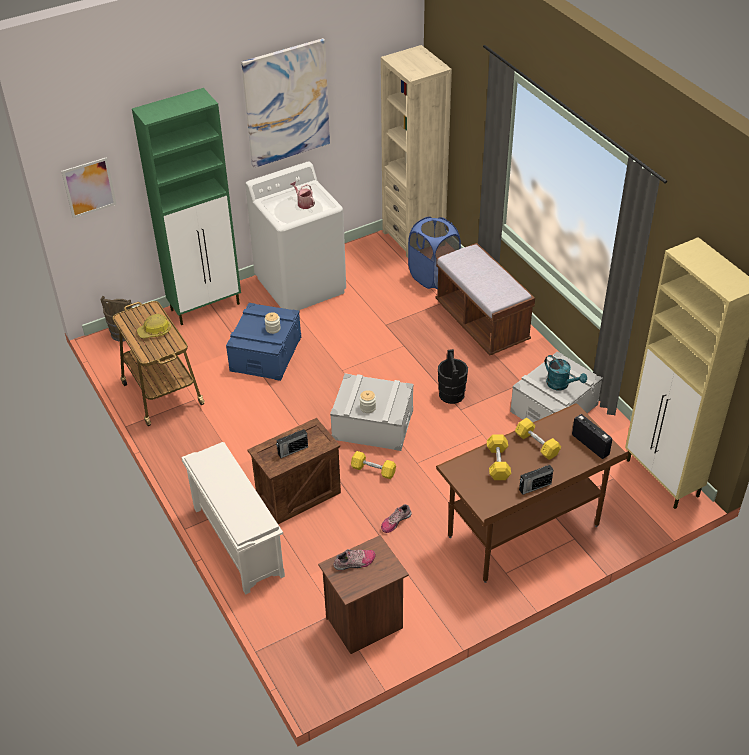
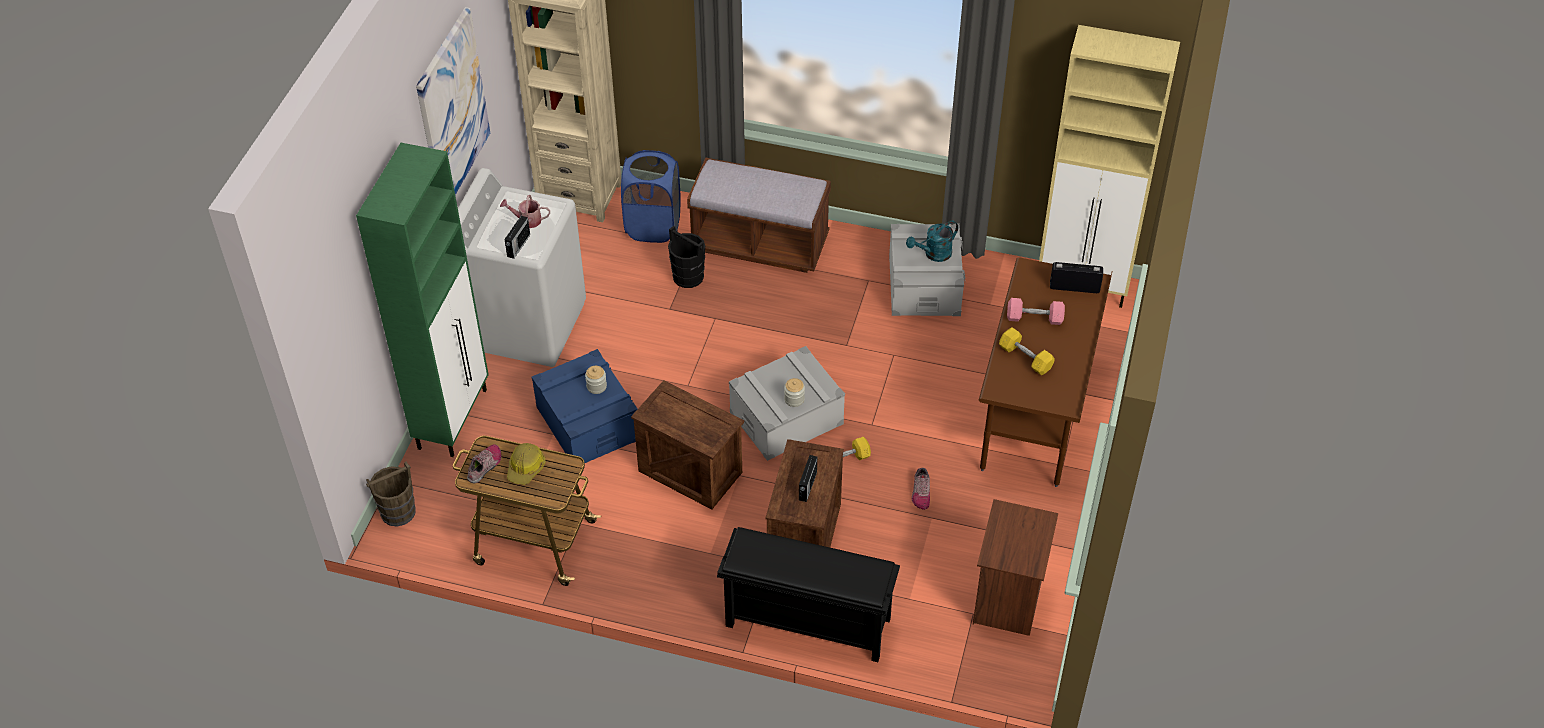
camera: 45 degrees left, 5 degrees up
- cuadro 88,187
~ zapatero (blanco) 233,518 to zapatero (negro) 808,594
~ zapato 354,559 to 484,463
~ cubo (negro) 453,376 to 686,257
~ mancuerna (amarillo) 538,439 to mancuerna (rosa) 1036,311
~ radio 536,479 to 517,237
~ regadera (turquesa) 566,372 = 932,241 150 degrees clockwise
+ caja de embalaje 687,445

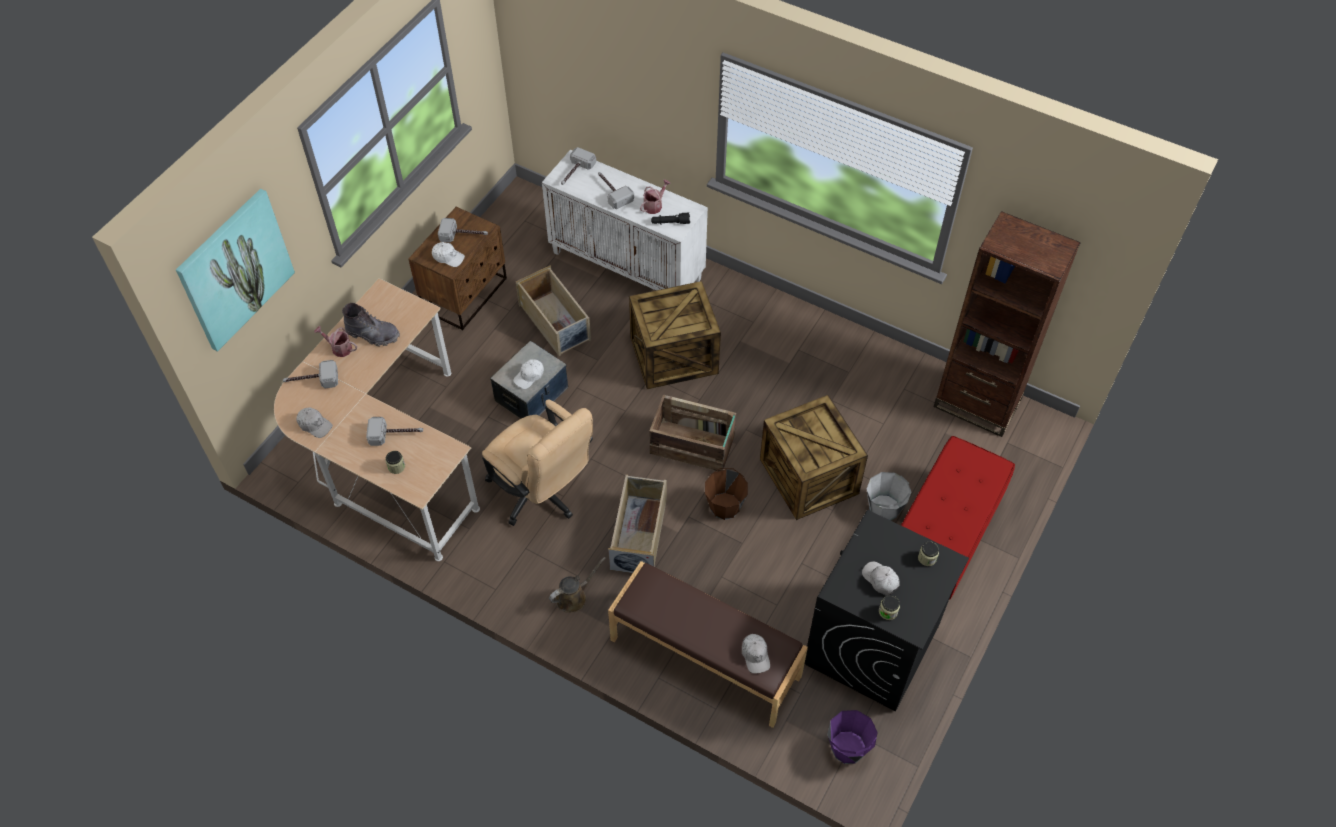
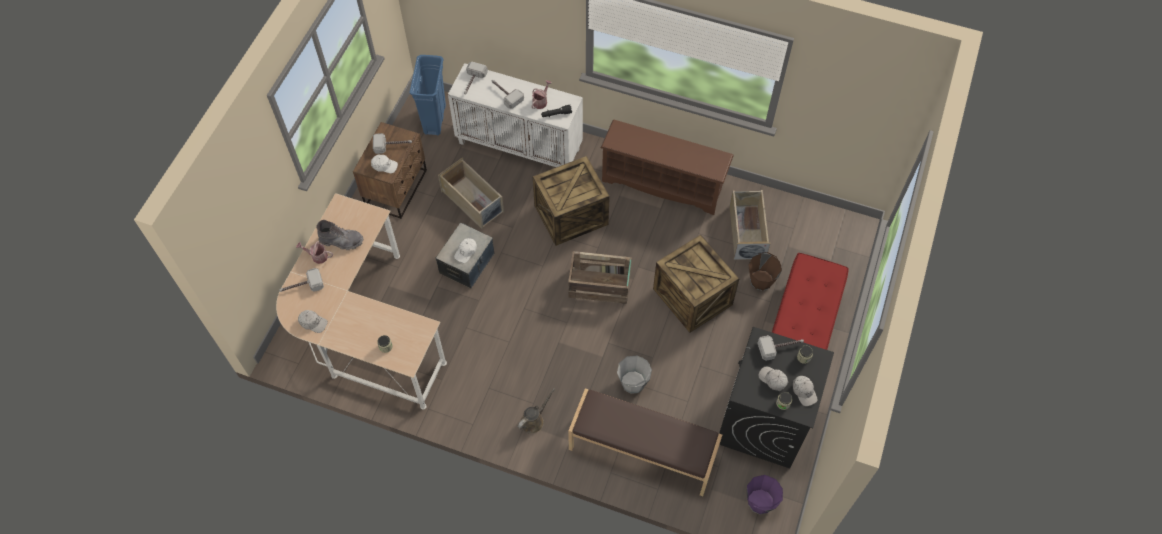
camera: 10 degrees left, 5 degrees up
- cuadro 235,270
~ martillo 394,431 to 780,348
- silla de oficina (beis) 537,462
~ caja de almacenaje (beis) 637,523 to 750,225
~ cubo (marrón) 726,494 to 765,271
~ gorra (blanco) 756,654 to 805,391
~ cubo (gris) 888,496 to 634,374
- estantería (marrón) 1007,324
+ papelera (azul) 428,95
+ zapatero (marrón) 667,167

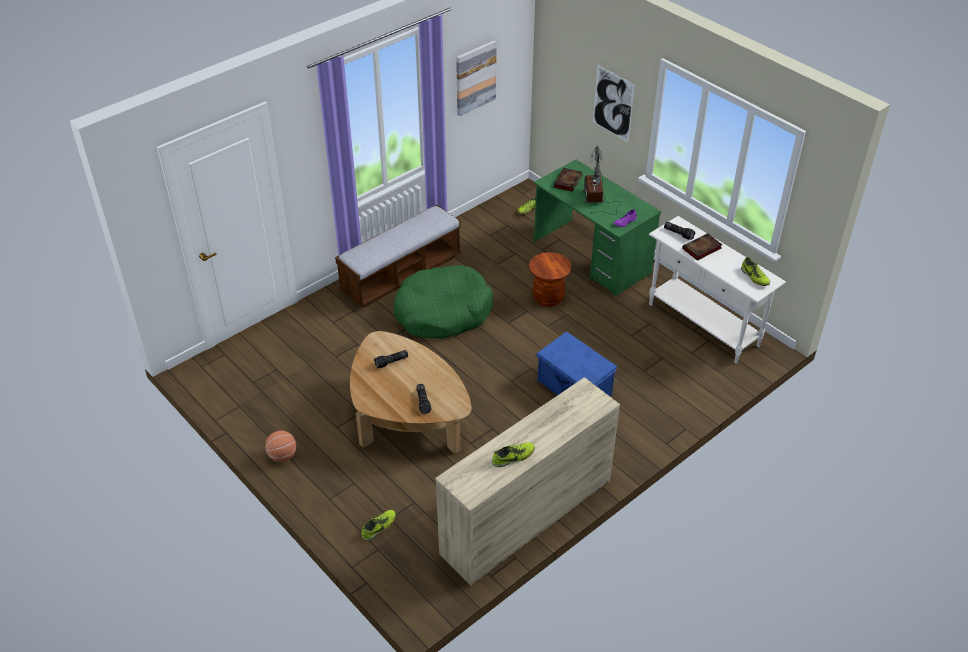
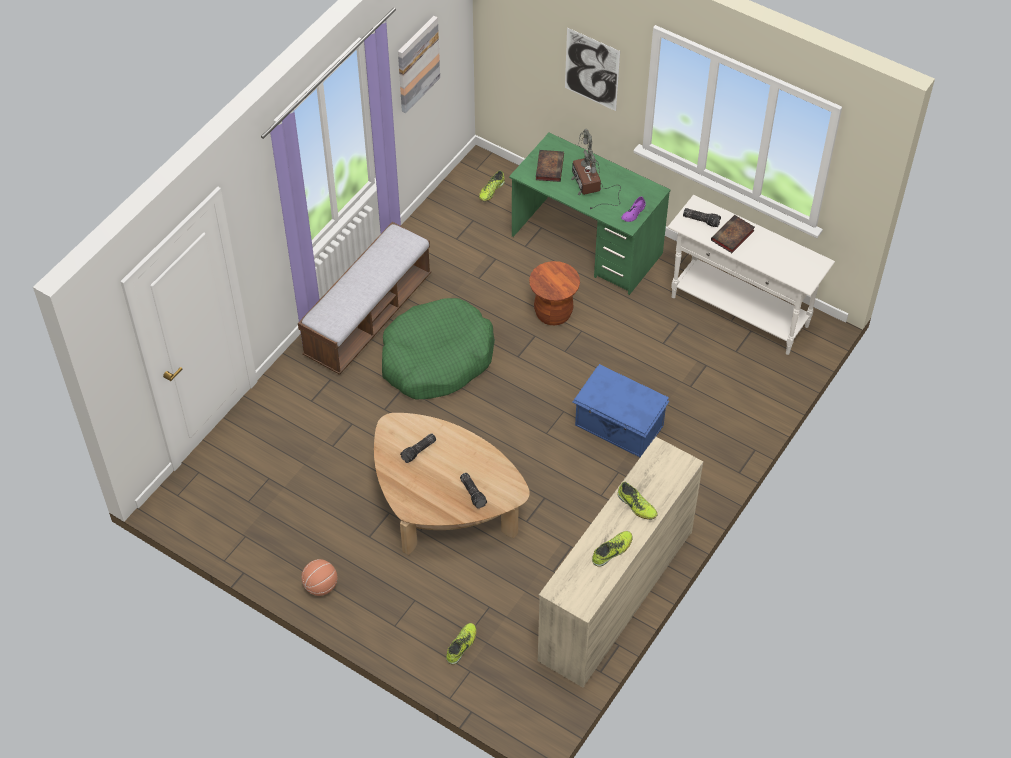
camera: 15 degrees left, 10 degrees up
~ zapato 755,271 to 637,501

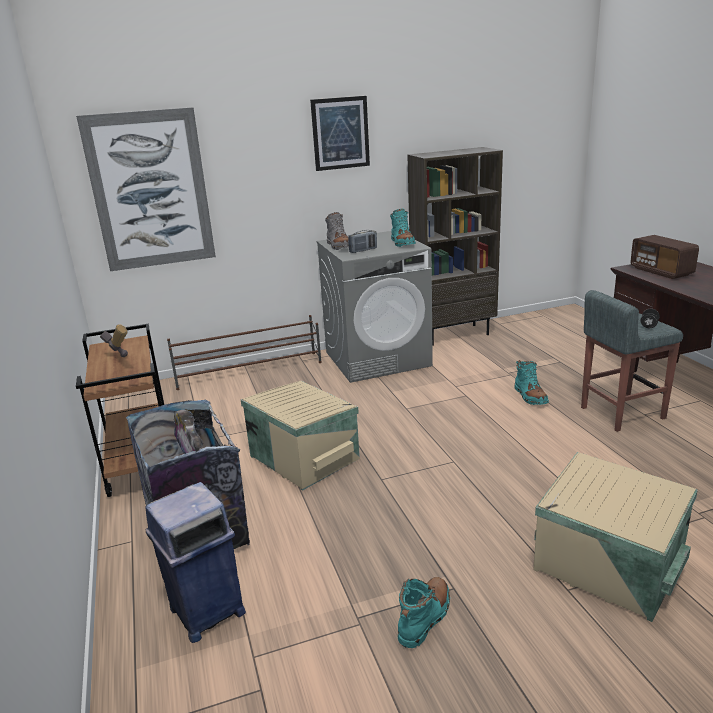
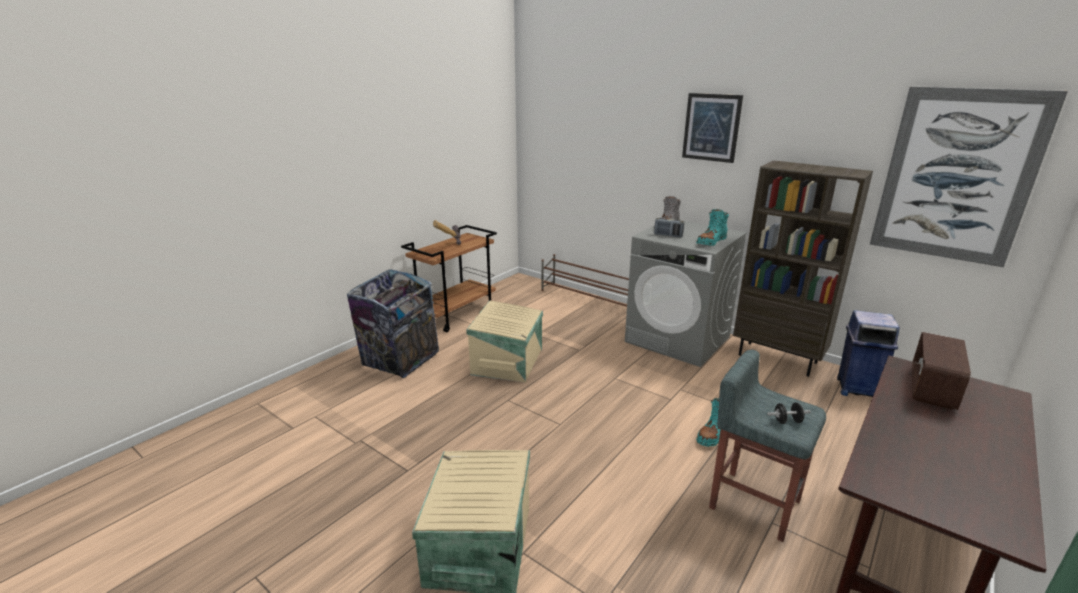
camera: 55 degrees right, 0 degrees up
~ cuadro 146,189 to 969,177
~ papelera (azul) 195,562 to 868,353
- bota (turquesa) 424,612

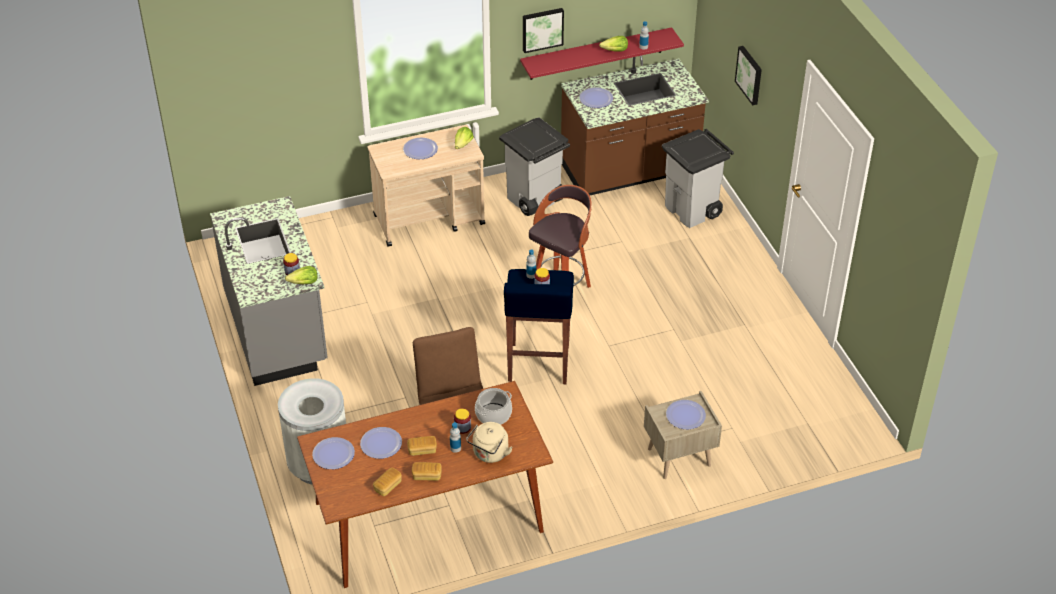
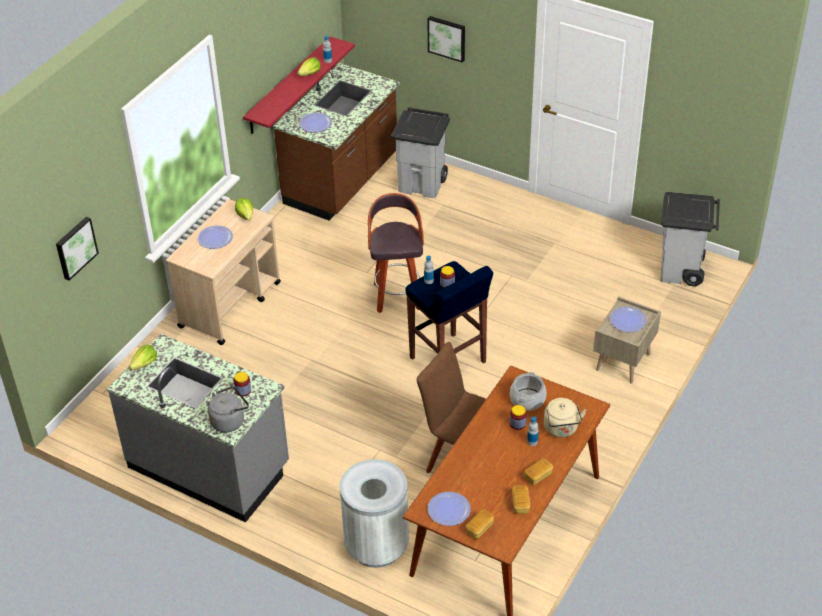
camera: 40 degrees left, 0 degrees up
~ lechuga 301,275 to 143,357
- plato 381,443
~ pan 422,446 to 479,524
~ papelera (gris) 534,166 to 690,239
~ cuadro 543,30 to 77,249
+ hervidor (gris) 228,409

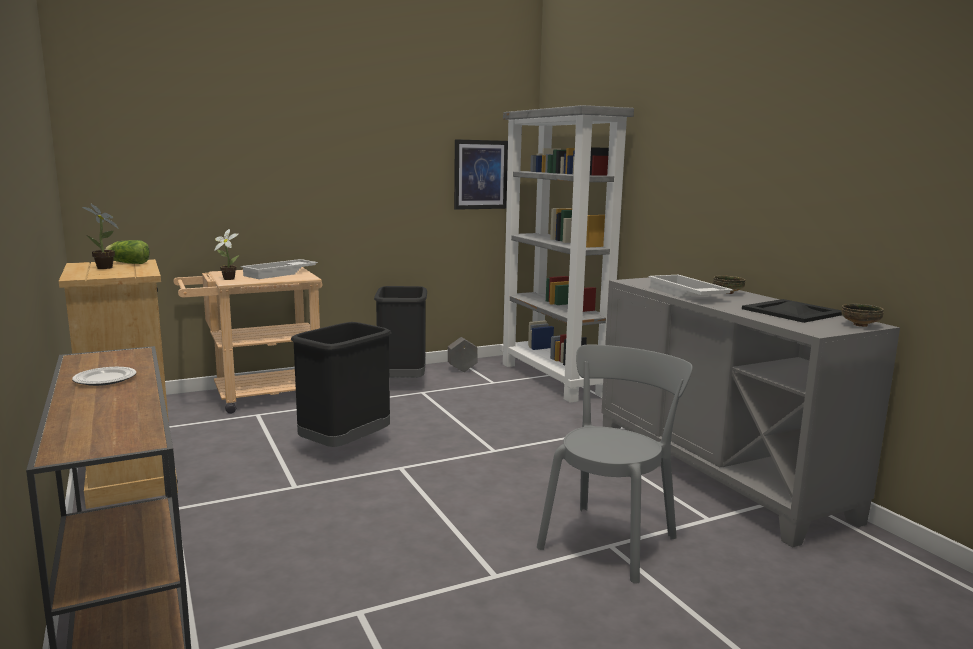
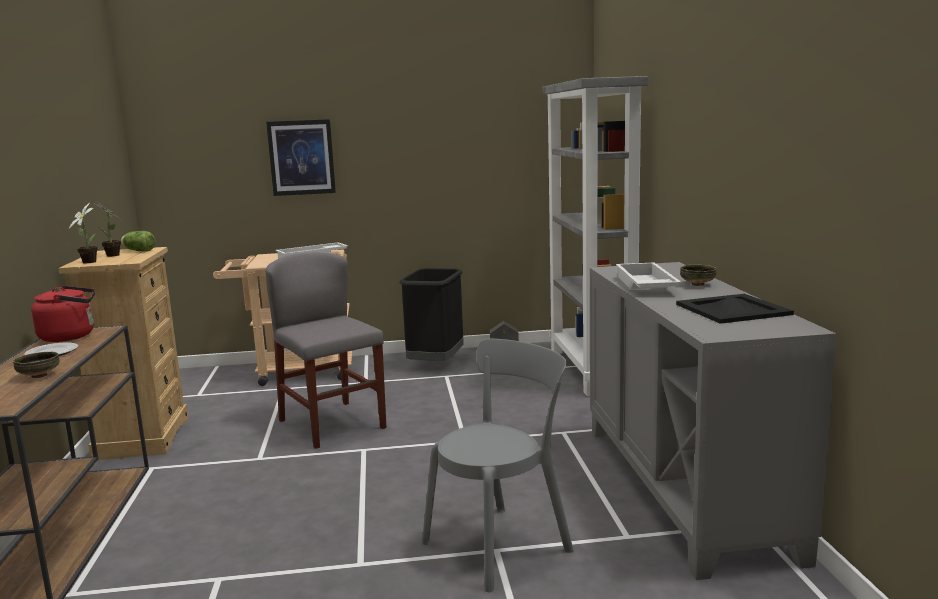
camera: 20 degrees right, 0 degrees up
~ planta en maceta 226,254 to 83,233
~ papelera (negro) 341,384 to silla (gris) 326,350
~ cuadro 481,174 to 301,157
~ cuenco 862,315 to 36,365
+ hervidor (rojo) 63,314

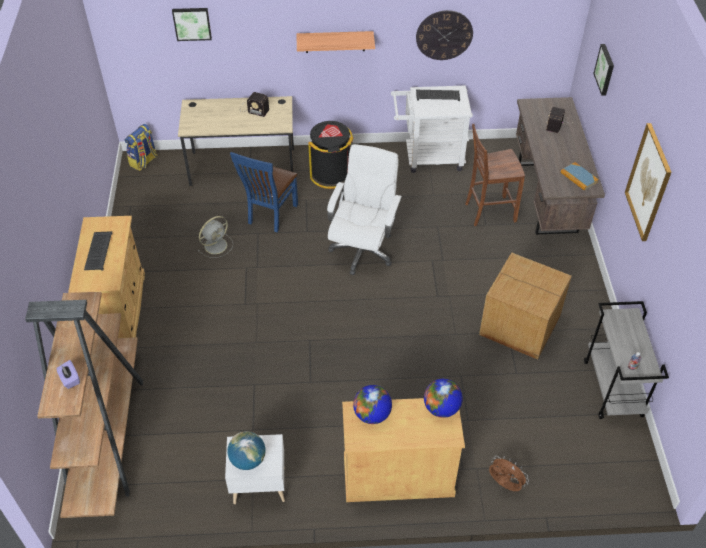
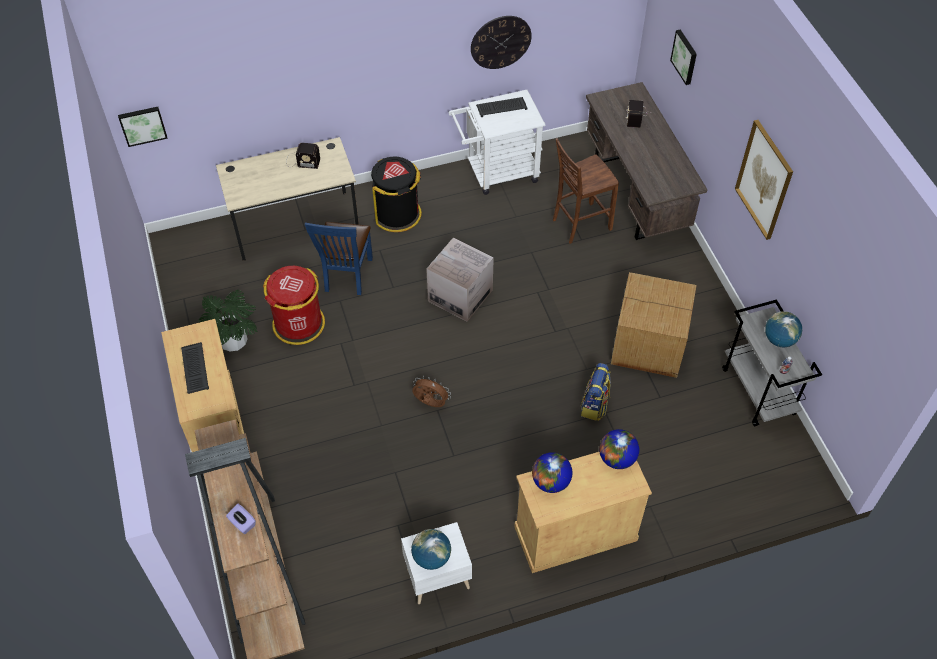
camera: 15 degrees left, 5 degrees up
~ mochila 141,147 to 596,392
~ cuadro 192,24 to 143,127
~ ventilador (gris) 215,237 to papelera (rojo) 294,305
- estante 336,42
~ silla de oficina (blanco) 364,209 to caja de cartón 460,280
~ ventilador (marrón) 509,473 to 431,391
- libro 580,176
+ planta en maceta 227,320
+ globo terráqueo 783,329

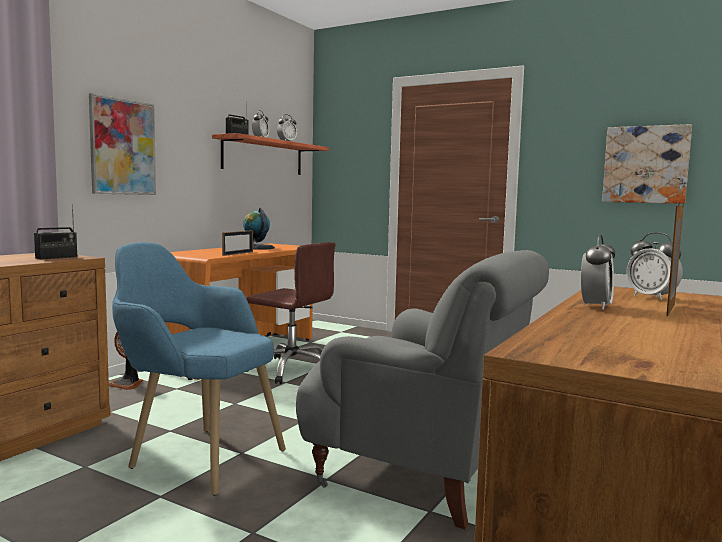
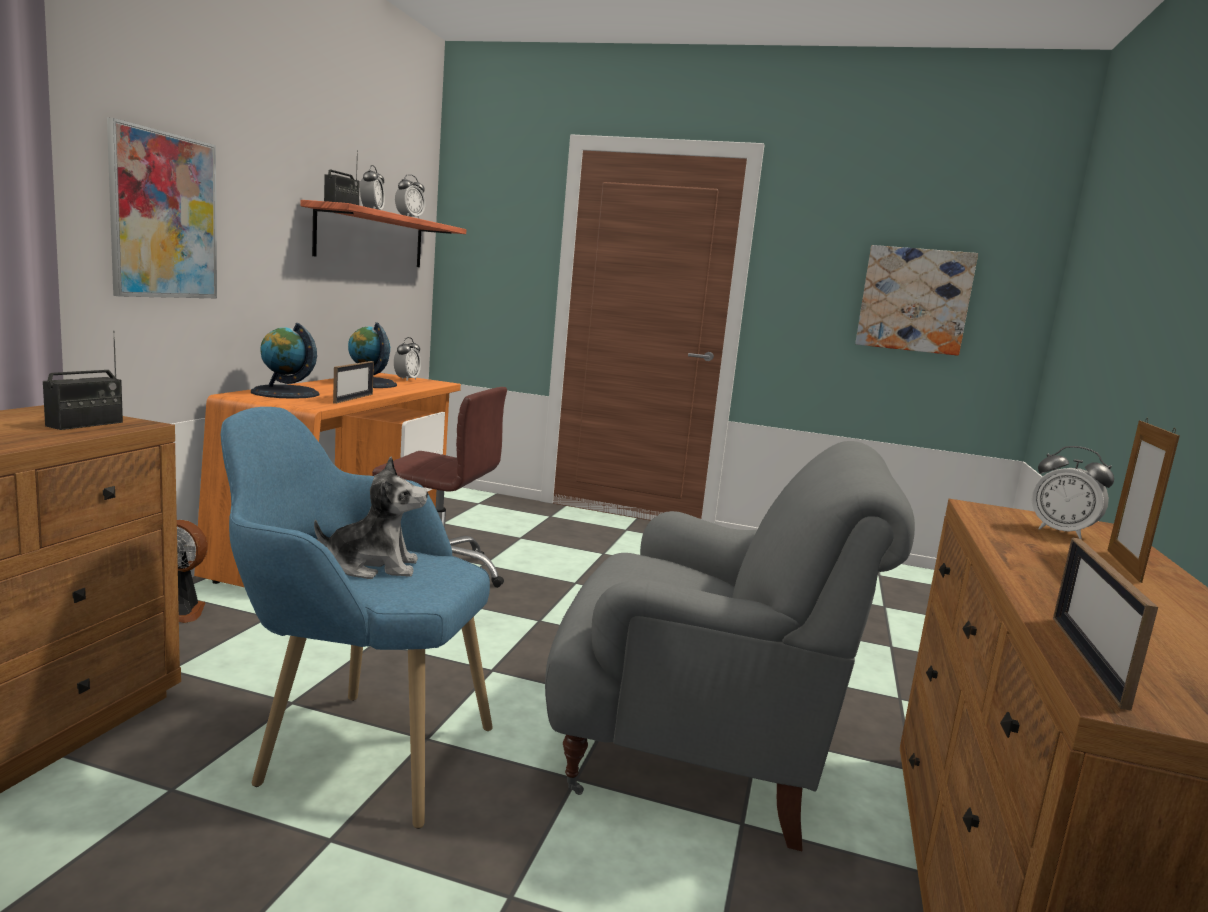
camera: 15 degrees left, 5 degrees up
~ despertador 598,272 to 407,359
+ globo terráqueo 285,361
+ peluche 371,518
+ portarretratos 1105,624

